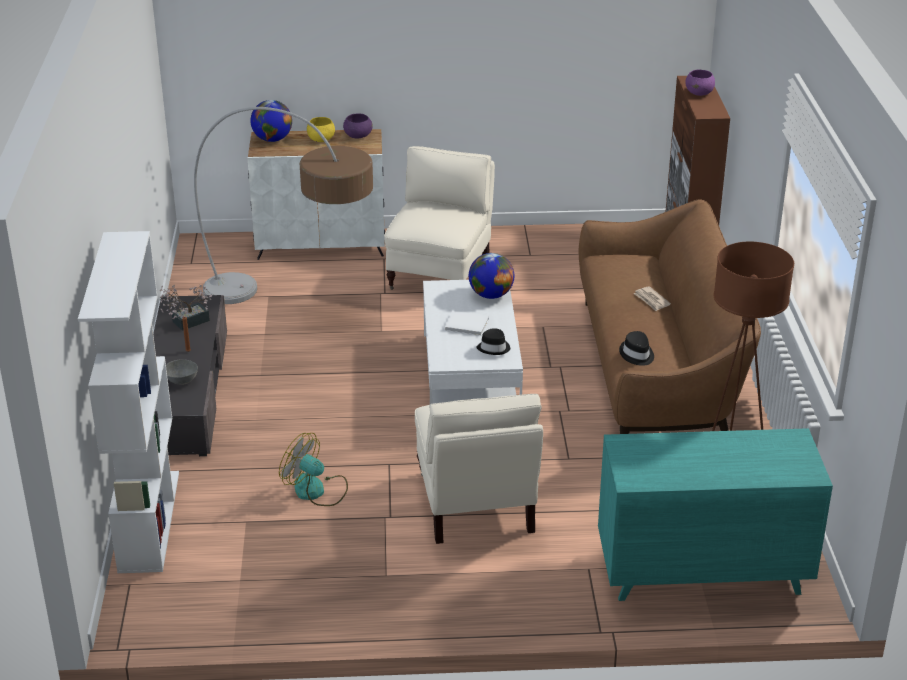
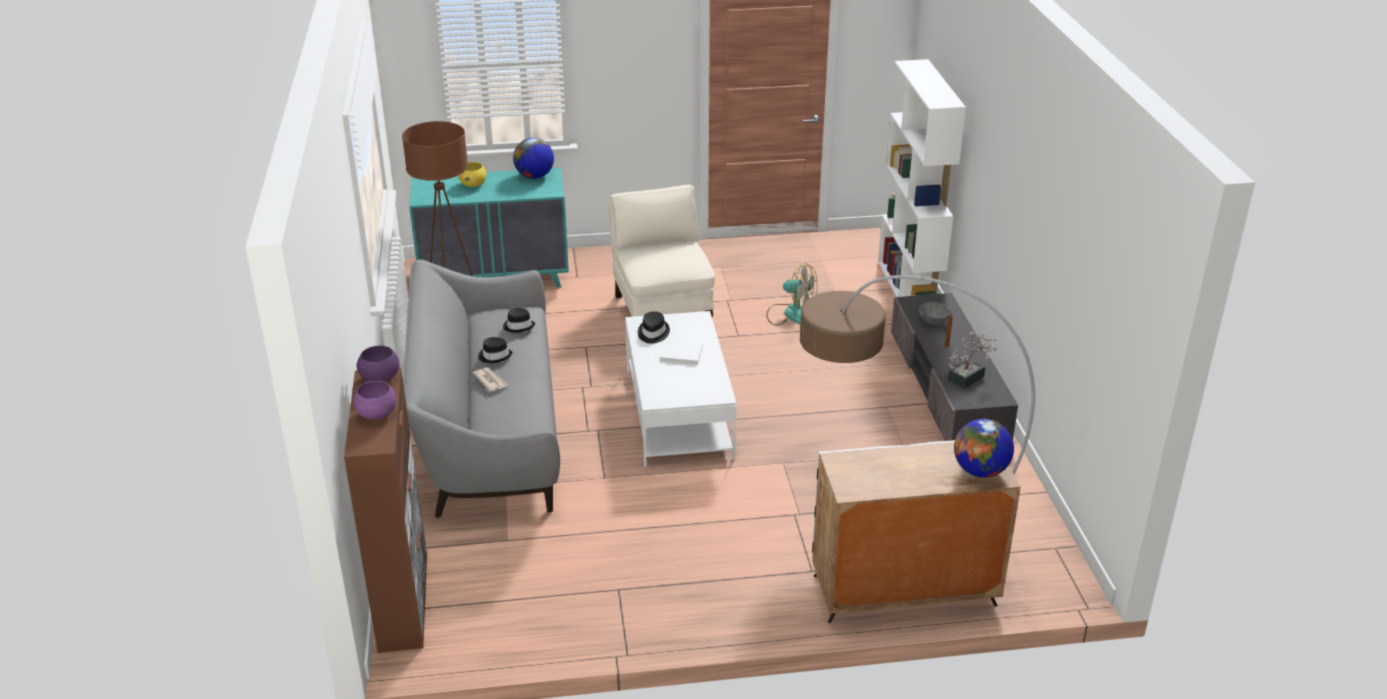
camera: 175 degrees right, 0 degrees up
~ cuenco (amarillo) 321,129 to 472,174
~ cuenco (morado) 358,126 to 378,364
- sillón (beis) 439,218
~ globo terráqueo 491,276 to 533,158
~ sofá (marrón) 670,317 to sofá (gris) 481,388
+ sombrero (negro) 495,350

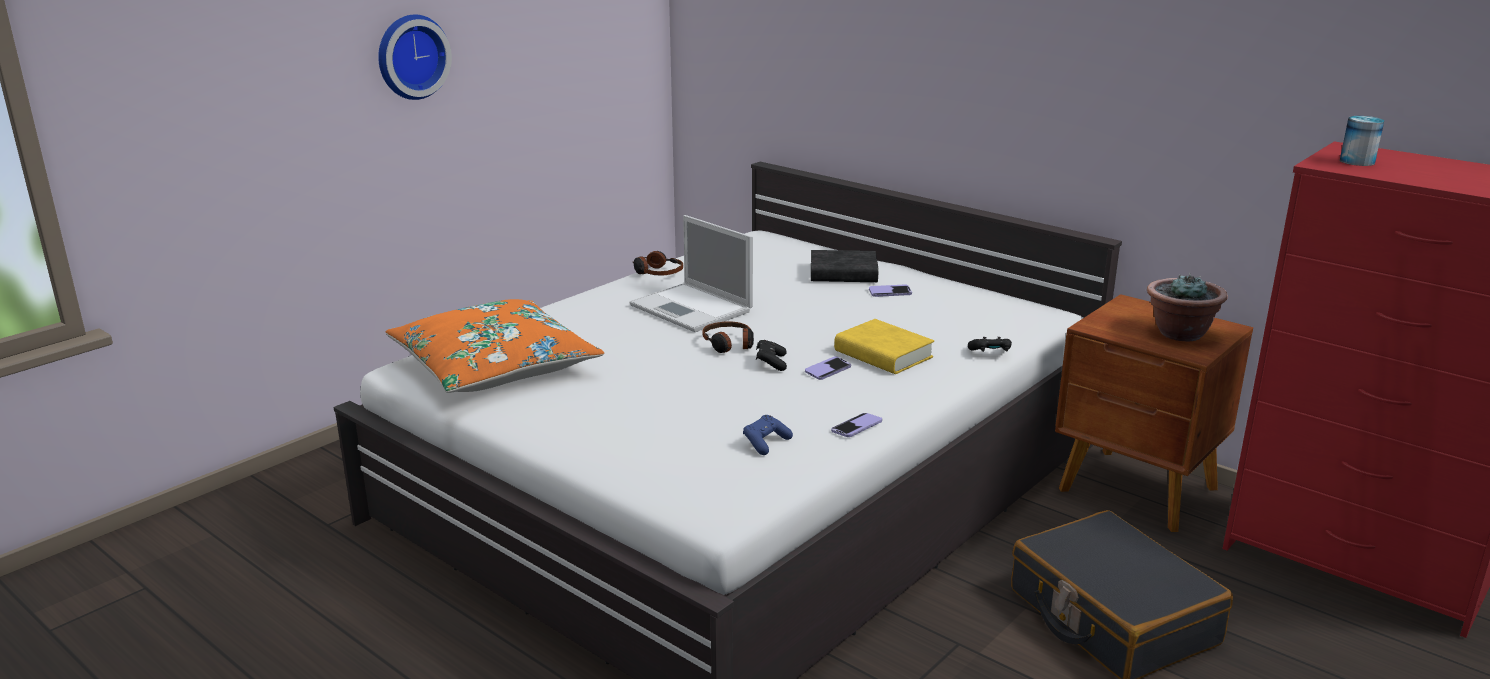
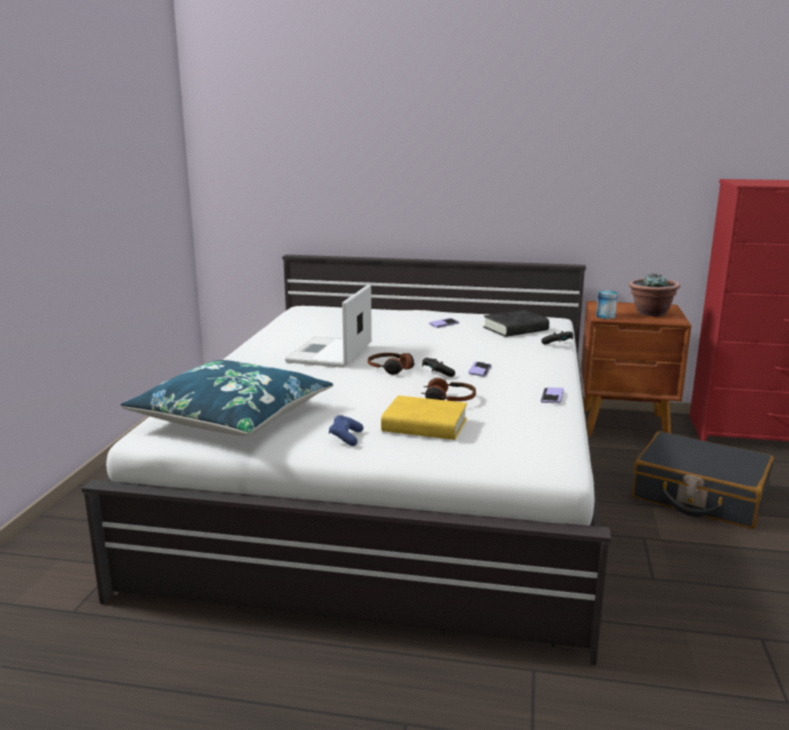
camera: 30 degrees left, 5 degrees down
- reloj de pared 415,57
~ cojín (naranja) 494,346 to cojín (azul) 226,398
~ portátil 691,273 = 328,326 90 degrees clockwise
~ auriculares 658,263 to 449,389
~ mando de consola (azul) 768,435 to 346,430
~ libro (negro) 845,266 to 516,323
~ libro (amarillo) 884,346 to 424,417
~ lata 1362,141 to 607,304

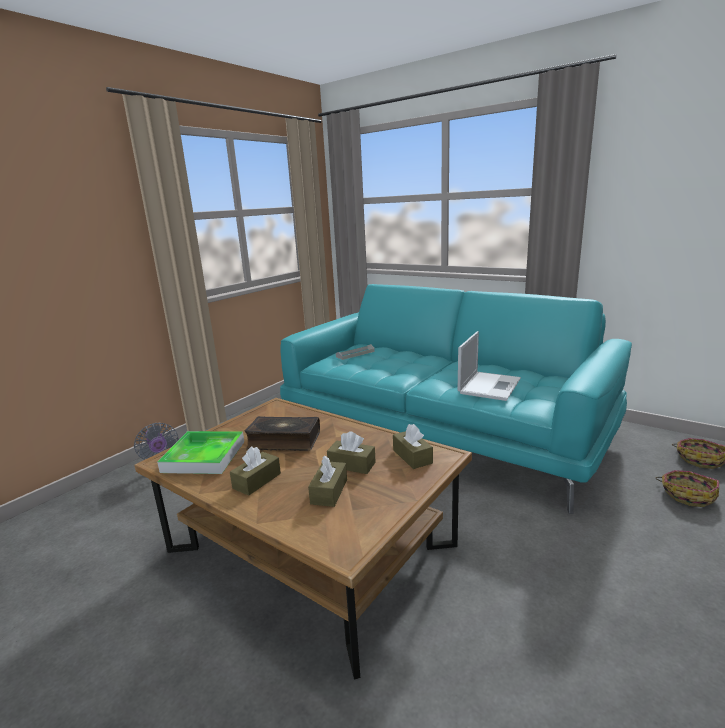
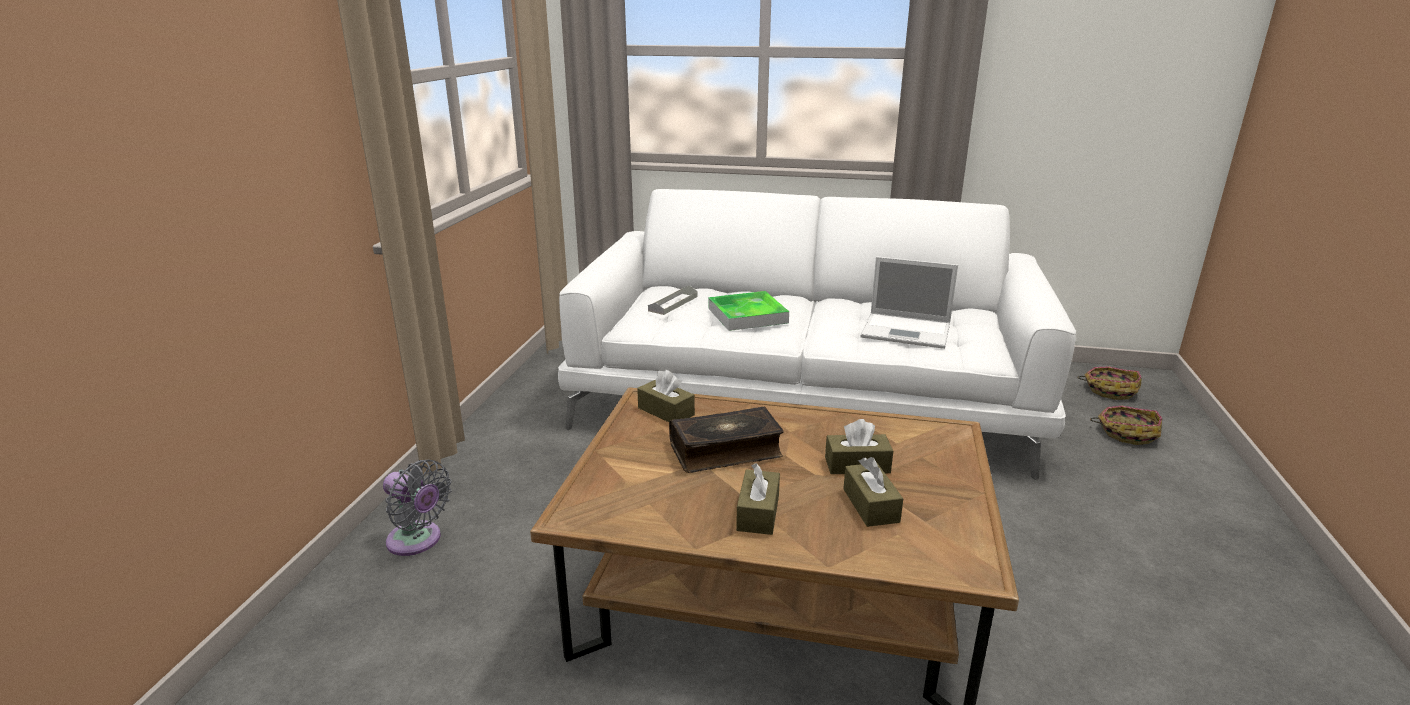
camera: 25 degrees left, 5 degrees up
~ bandeja 200,452 to 748,311
~ sofá (turquesa) 456,399 to sofá (blanco) 817,334
~ caja de pañuelos (marrón) 413,446 to 666,396
~ portátil 489,366 = 909,303 105 degrees clockwise

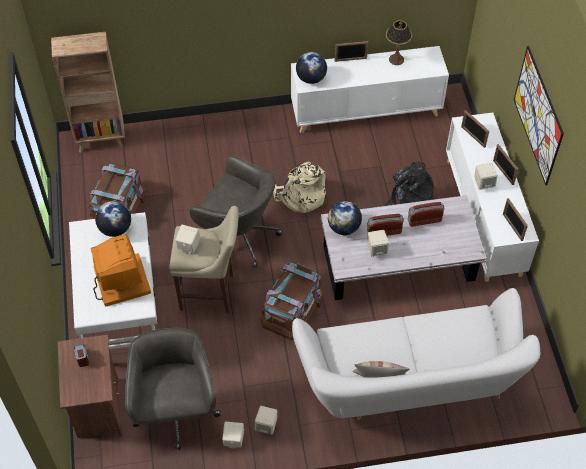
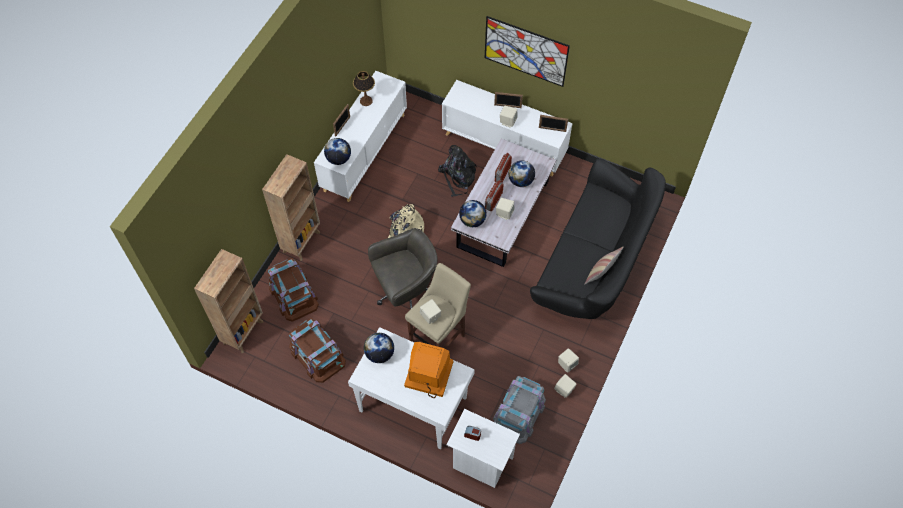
camera: 55 degrees left, 5 degrees up
~ mesita de noche (marrón) 90,386 to mesita de noche (blanco) 483,448
~ silla de oficina (gris) 172,389 to caja de almacenaje (gris) 519,410
~ caja de almacenaje (marrón) 292,300 to 293,290
~ sofá (blanco) 416,354 to sofá (negro) 598,238
- portarretratos 475,129
+ estantería (marrón) 291,207
+ globo terráqueo 522,173

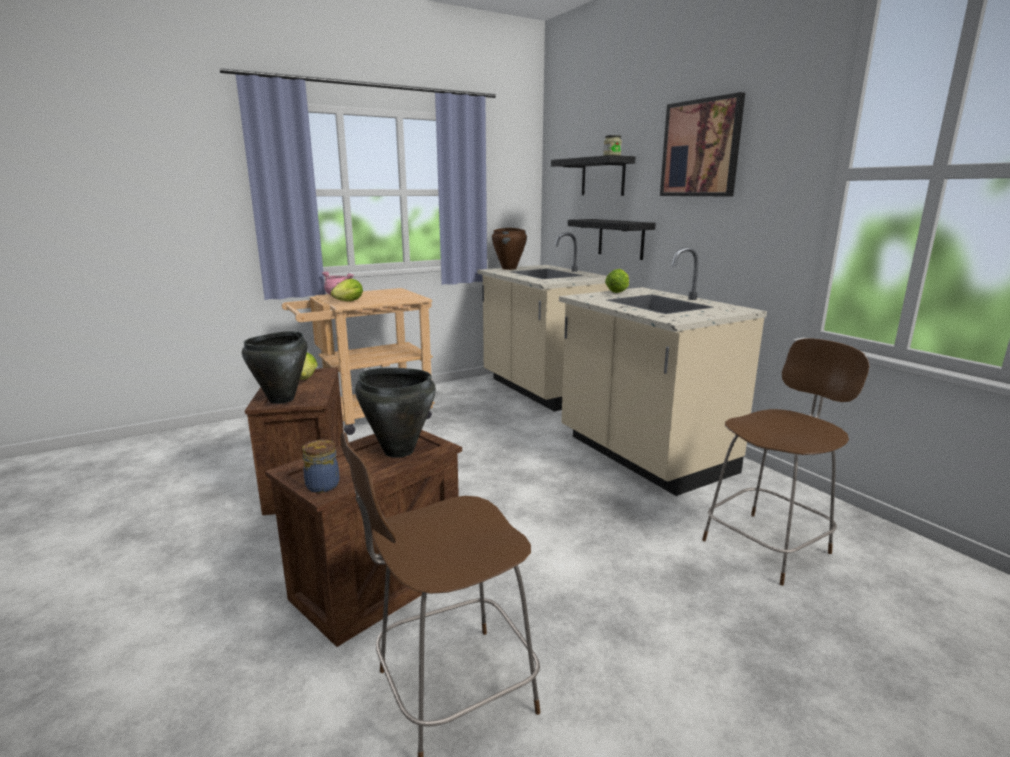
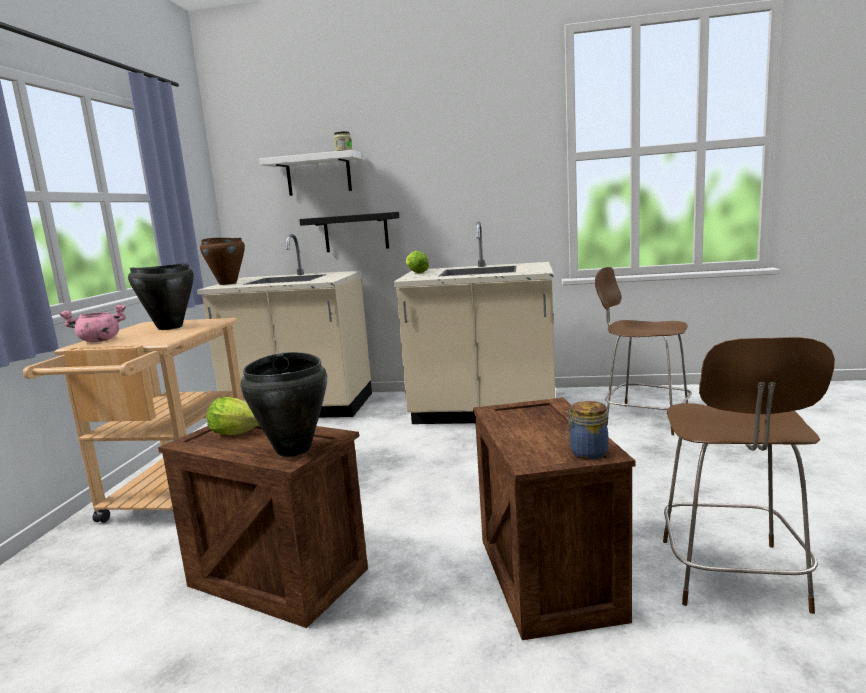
camera: 50 degrees left, 5 degrees down
- lechuga 346,290
~ olla (negro) 395,413 to 161,296
~ estante (negro) 593,175 to estante (blanco) 310,173
- cuadro 702,144
~ silla (marrón) 785,462 = 643,351 60 degrees counterclockwise

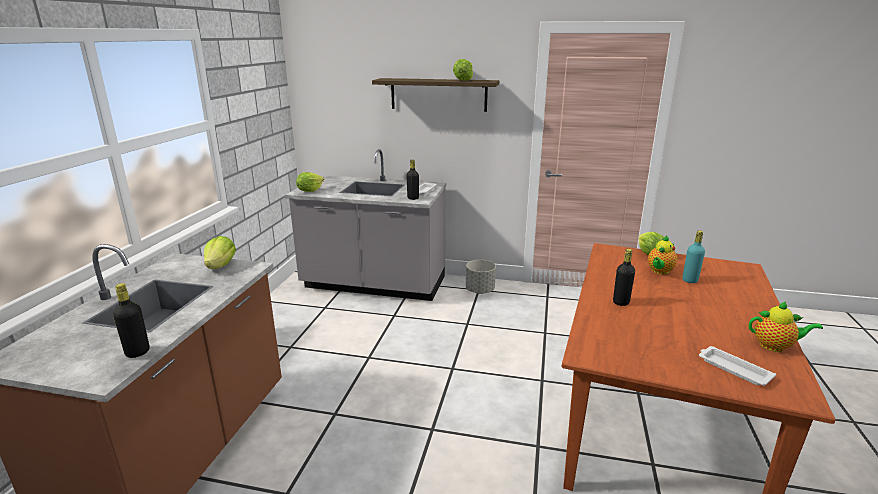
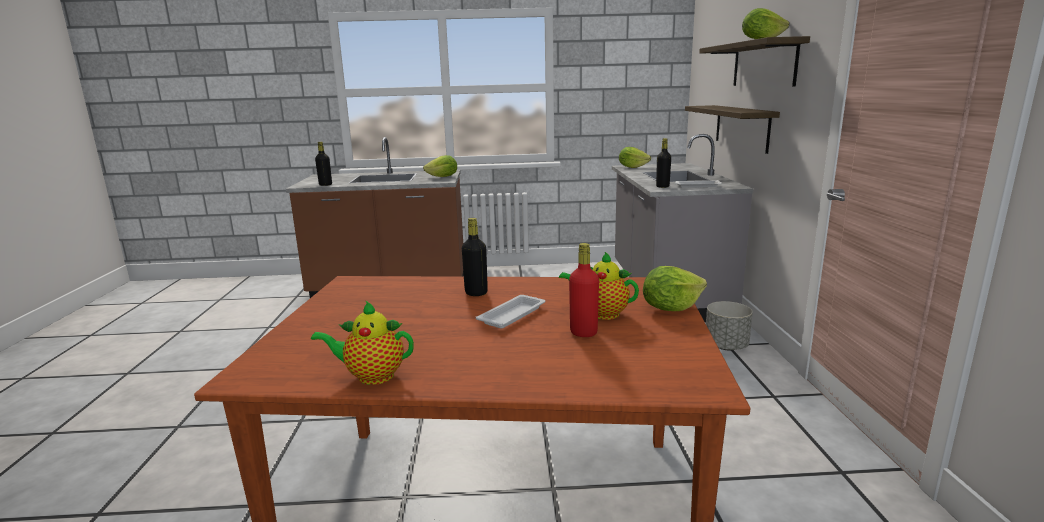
camera: 75 degrees right, 5 degrees down
~ botella (turquesa) 693,256 to botella (rojo) 584,290
~ bandeja (blanco) 737,366 to 511,311
~ tetera 785,326 = 362,342 90 degrees clockwise
+ estante 732,129

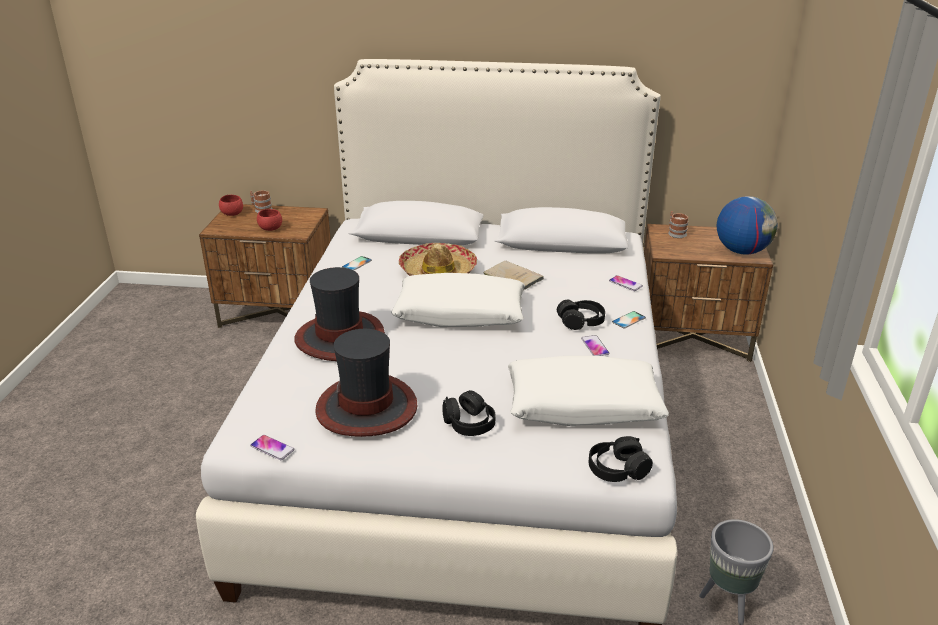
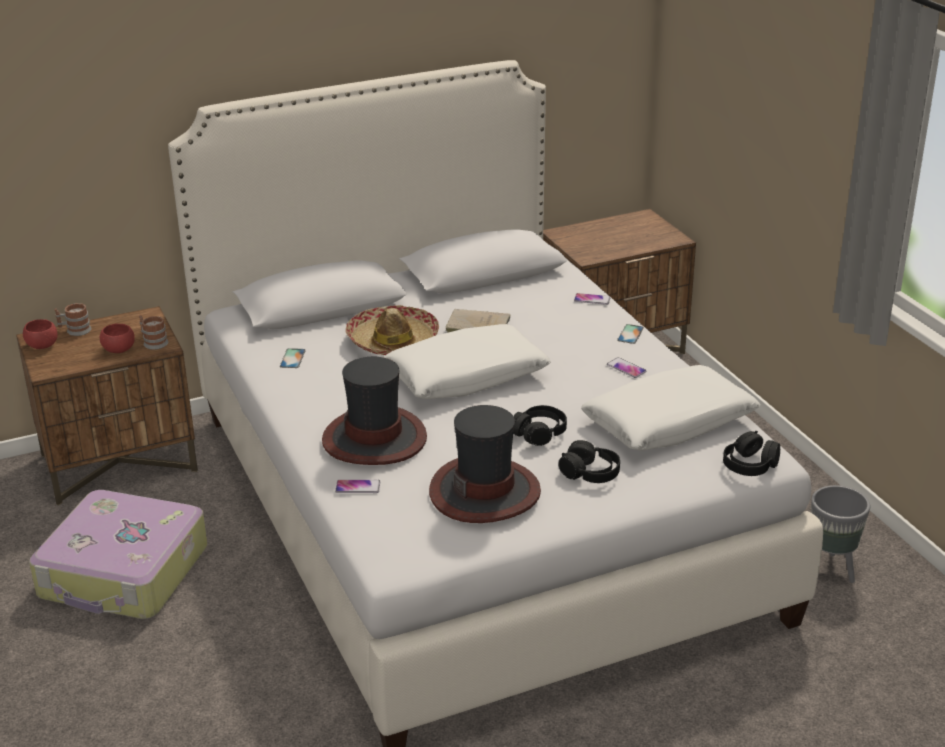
camera: 30 degrees left, 0 degrees up
~ móvil 272,447 to 357,486
~ auriculares (negro) 581,315 to 540,425
~ taza grande 678,224 to 153,332
- globo terráqueo 747,225
+ maleta 118,554

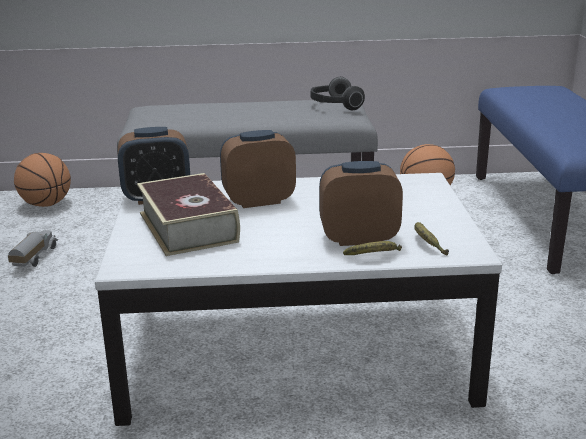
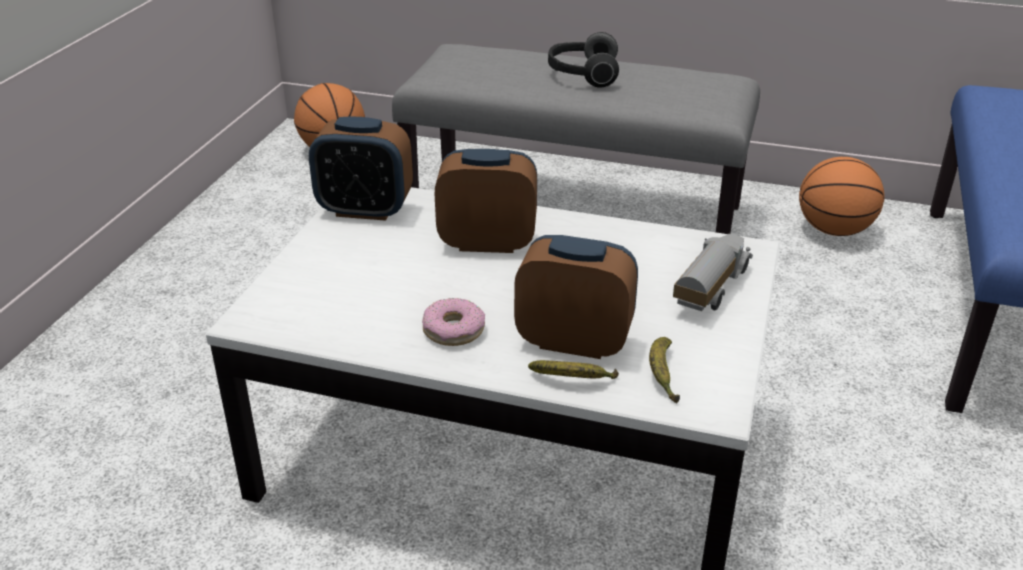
camera: 20 degrees right, 10 degrees up
~ camión de juguete 33,248 to 713,272
- libro 188,214
~ auriculares 337,93 to 583,60
+ rosquilla 453,322

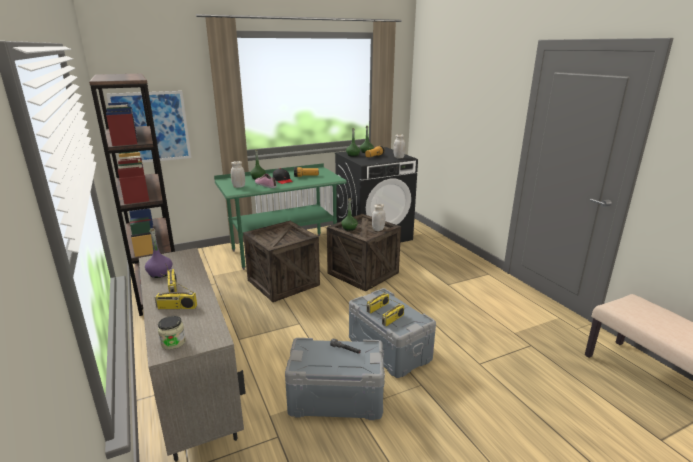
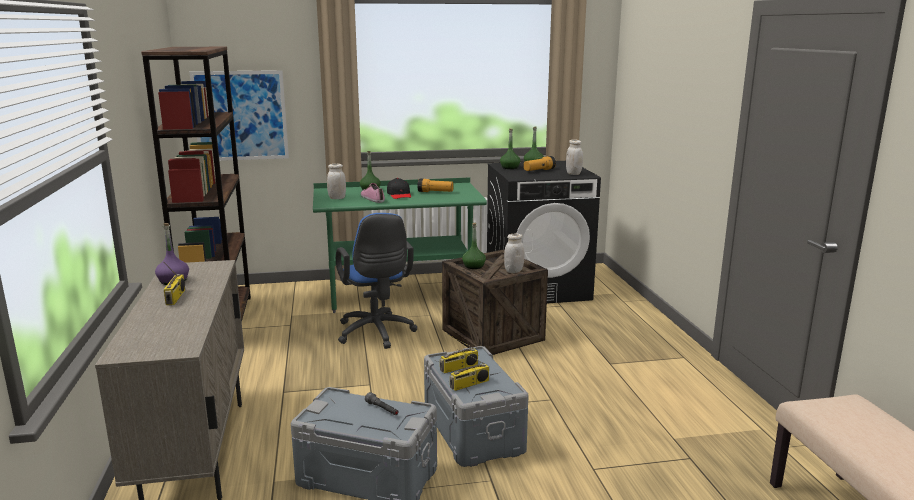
camera: 15 degrees right, 5 degrees down
- radio 175,291
- tarro 172,333
~ caja de embalaje 281,261 to silla de oficina (azul) 376,281

